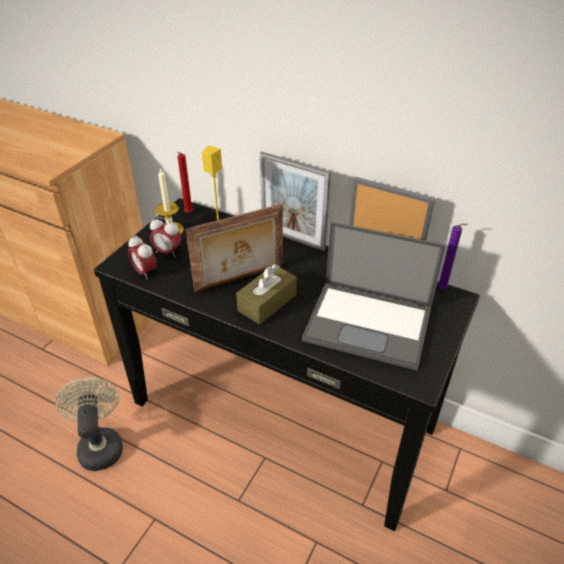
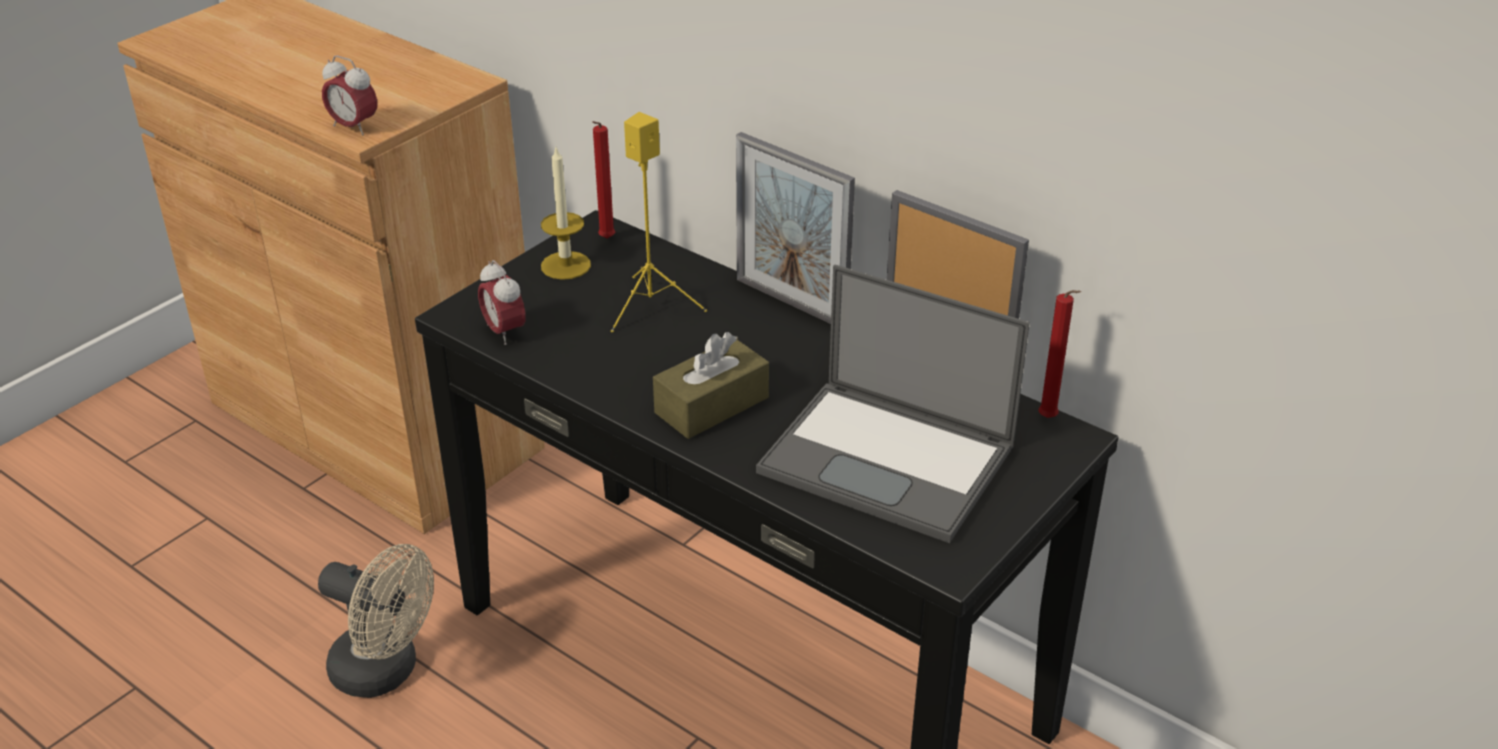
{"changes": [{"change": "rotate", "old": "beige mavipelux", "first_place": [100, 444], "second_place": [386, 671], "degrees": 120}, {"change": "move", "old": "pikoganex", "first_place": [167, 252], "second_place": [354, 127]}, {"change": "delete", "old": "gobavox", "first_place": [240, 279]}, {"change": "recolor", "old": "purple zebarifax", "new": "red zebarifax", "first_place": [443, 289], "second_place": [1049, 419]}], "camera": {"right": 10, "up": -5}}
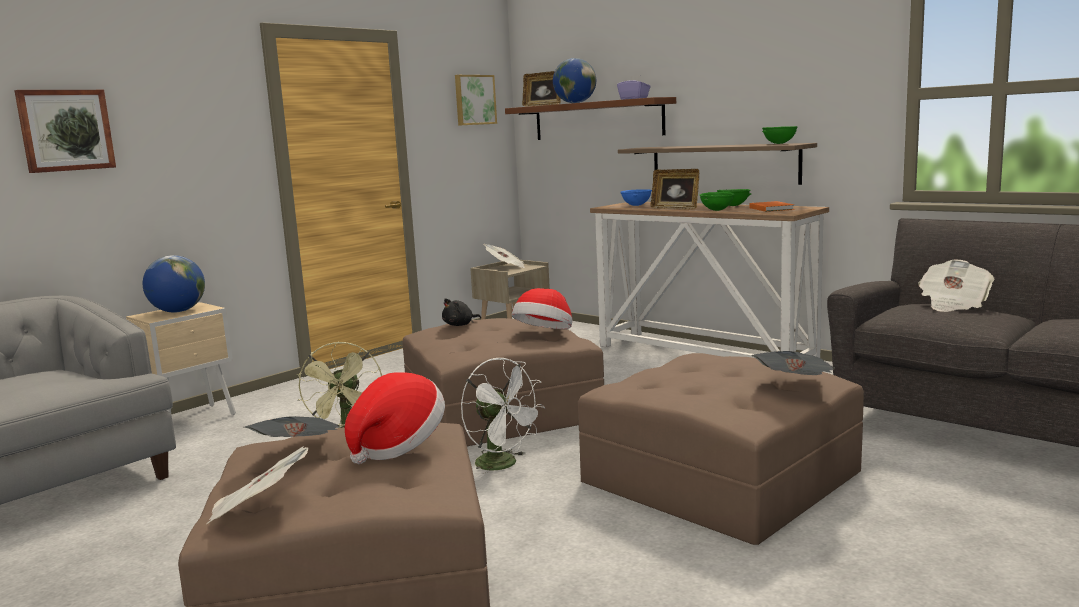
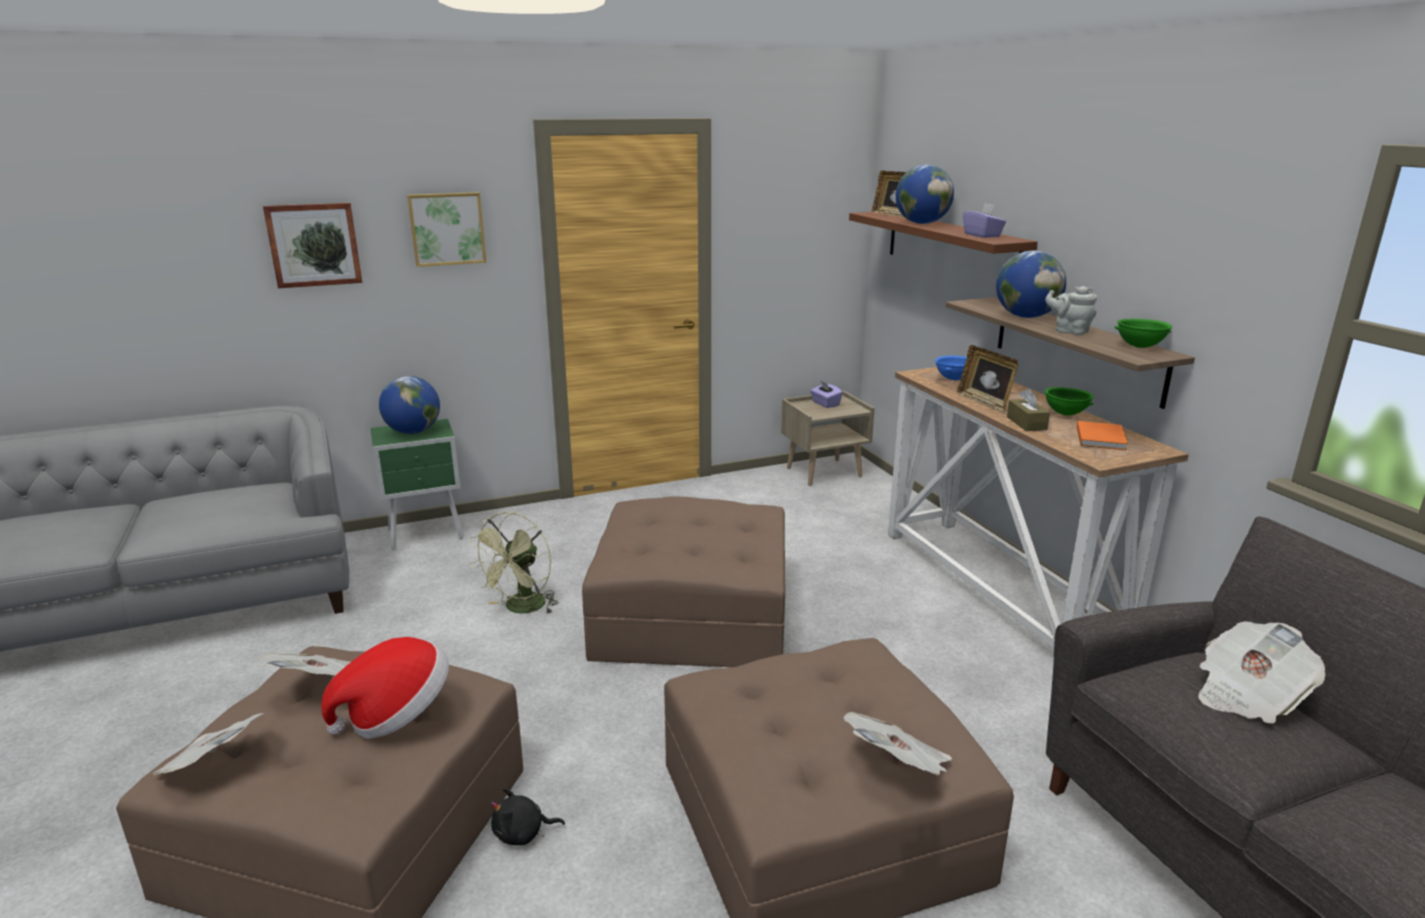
{"changes": [{"change": "recolor", "old": "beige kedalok", "new": "green kedalok", "first_place": [194, 419], "second_place": [427, 534]}, {"change": "move", "old": "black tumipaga", "first_place": [460, 325], "second_place": [523, 834]}, {"change": "move", "old": "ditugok", "first_place": [474, 100], "second_place": [447, 228]}, {"change": "delete", "old": "white mavipelux", "first_place": [503, 465]}, {"change": "replace", "old": "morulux", "new": "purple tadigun", "first_place": [506, 267], "second_place": [825, 404]}, {"change": "delete", "old": "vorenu", "first_place": [544, 334]}, {"change": "replace", "old": "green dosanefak", "new": "brown tadigun", "first_place": [717, 210], "second_place": [1026, 423]}, {"change": "insert", "new": "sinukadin", "second_place": [1026, 317]}, {"change": "insert", "new": "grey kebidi", "second_place": [1069, 331]}], "camera": {"right": 25, "up": 10}}
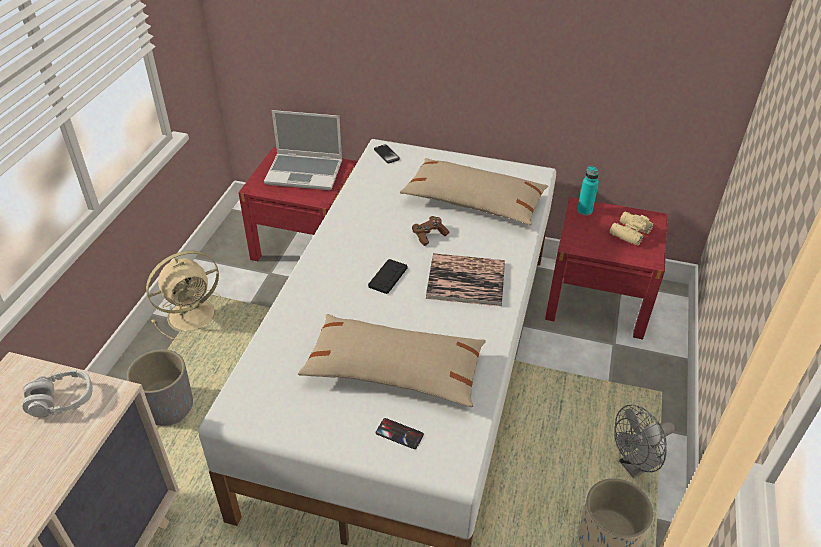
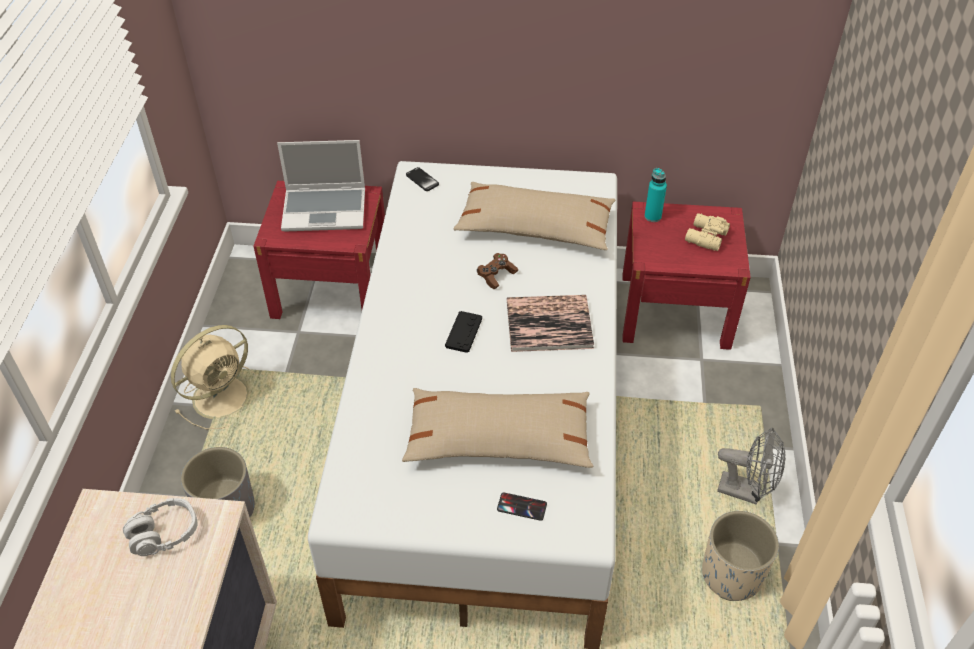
{"changes": [{"change": "rotate", "old": "grey mavipelux", "first_place": [635, 466], "second_place": [746, 491], "degrees": -120}], "camera": {"right": -10, "up": 5}}
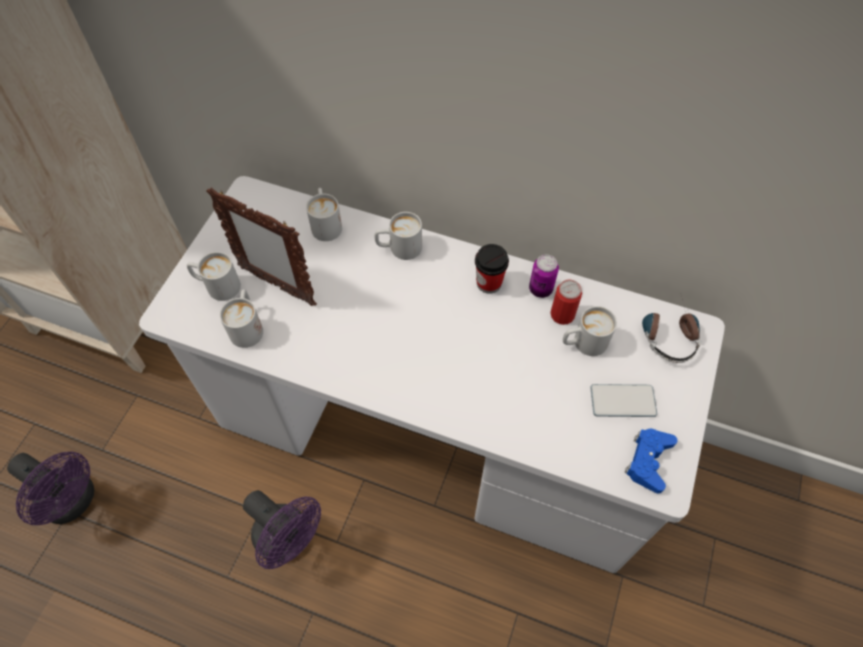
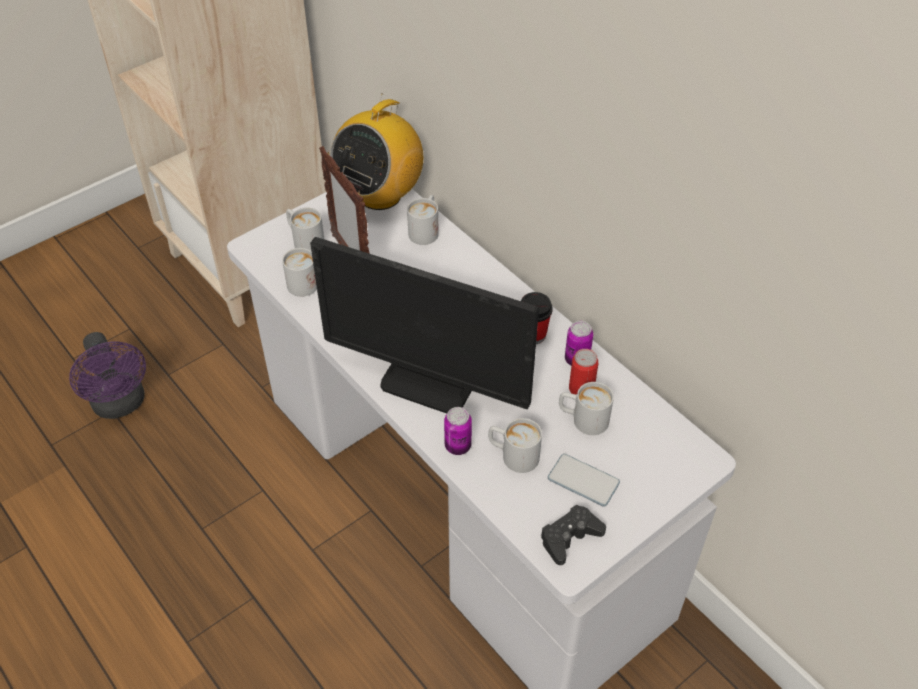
{"changes": [{"change": "delete", "old": "purple mavipelux", "first_place": [289, 540]}, {"change": "move", "old": "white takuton", "first_place": [399, 248], "second_place": [513, 455]}, {"change": "recolor", "old": "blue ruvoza", "new": "black ruvoza", "first_place": [648, 461], "second_place": [570, 537]}, {"change": "delete", "old": "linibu", "first_place": [667, 332]}, {"change": "insert", "new": "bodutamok", "second_place": [429, 382]}, {"change": "insert", "new": "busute", "second_place": [380, 195]}, {"change": "insert", "new": "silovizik", "second_place": [458, 446]}], "camera": {"right": 30, "up": -10}}
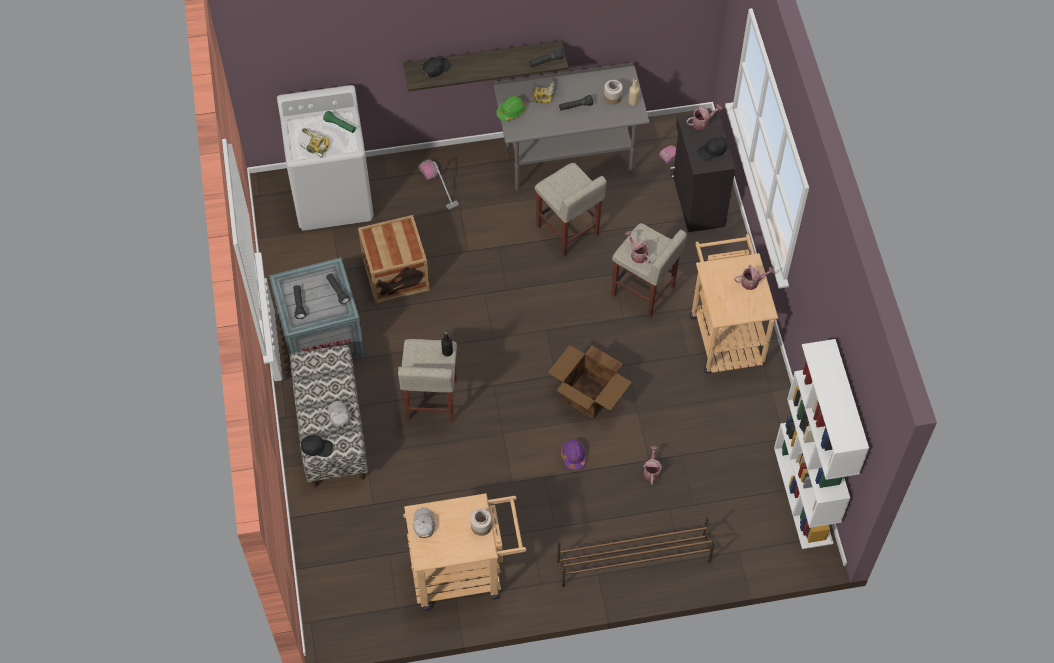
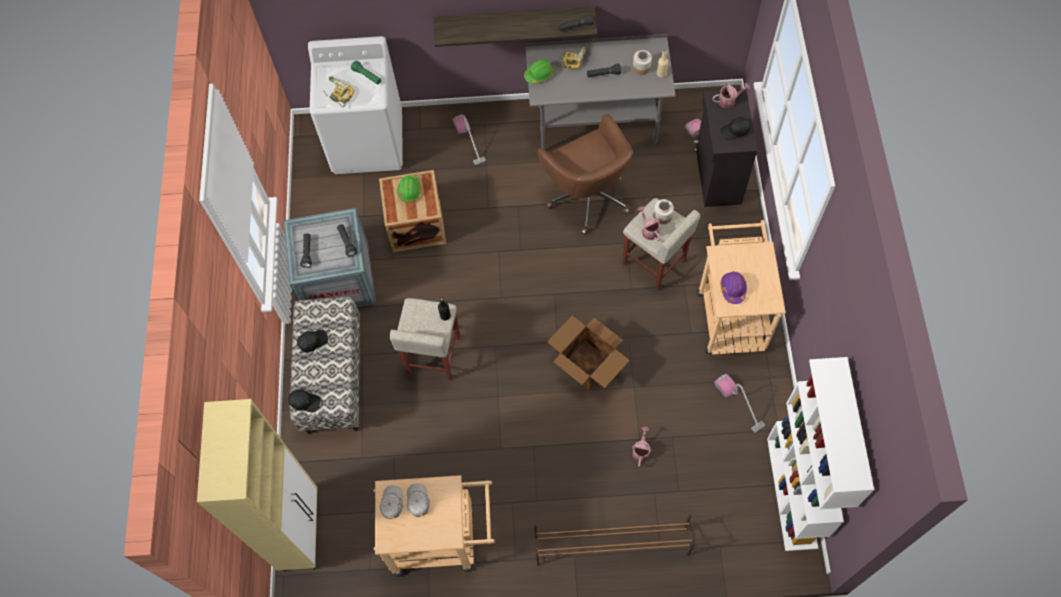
{"changes": [{"change": "move", "old": "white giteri", "first_place": [339, 416], "second_place": [418, 501]}, {"change": "move", "old": "black giteri", "first_place": [436, 68], "second_place": [312, 341]}, {"change": "move", "old": "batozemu", "first_place": [481, 526], "second_place": [662, 216]}, {"change": "replace", "old": "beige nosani", "new": "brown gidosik", "first_place": [568, 231], "second_place": [587, 196]}, {"change": "move", "old": "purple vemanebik", "first_place": [573, 456], "second_place": [733, 289]}, {"change": "delete", "old": "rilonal", "first_place": [752, 282]}, {"change": "insert", "new": "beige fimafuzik", "second_place": [301, 531]}, {"change": "insert", "new": "green vemanebik", "second_place": [409, 191]}, {"change": "insert", "new": "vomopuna", "second_place": [739, 404]}], "camera": {"right": 10, "up": 5}}
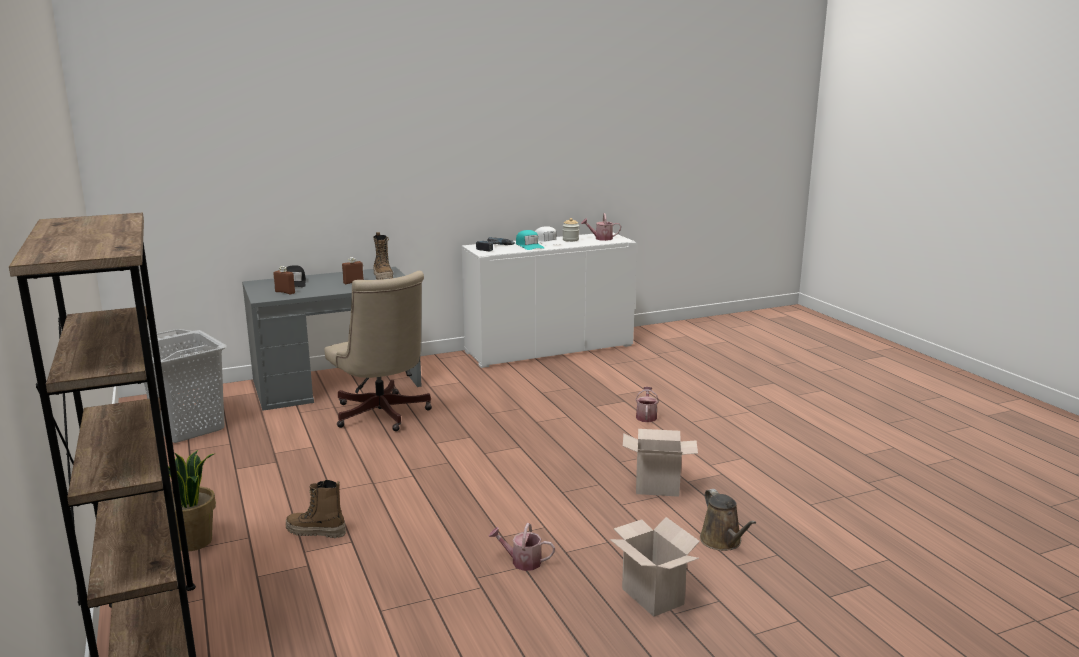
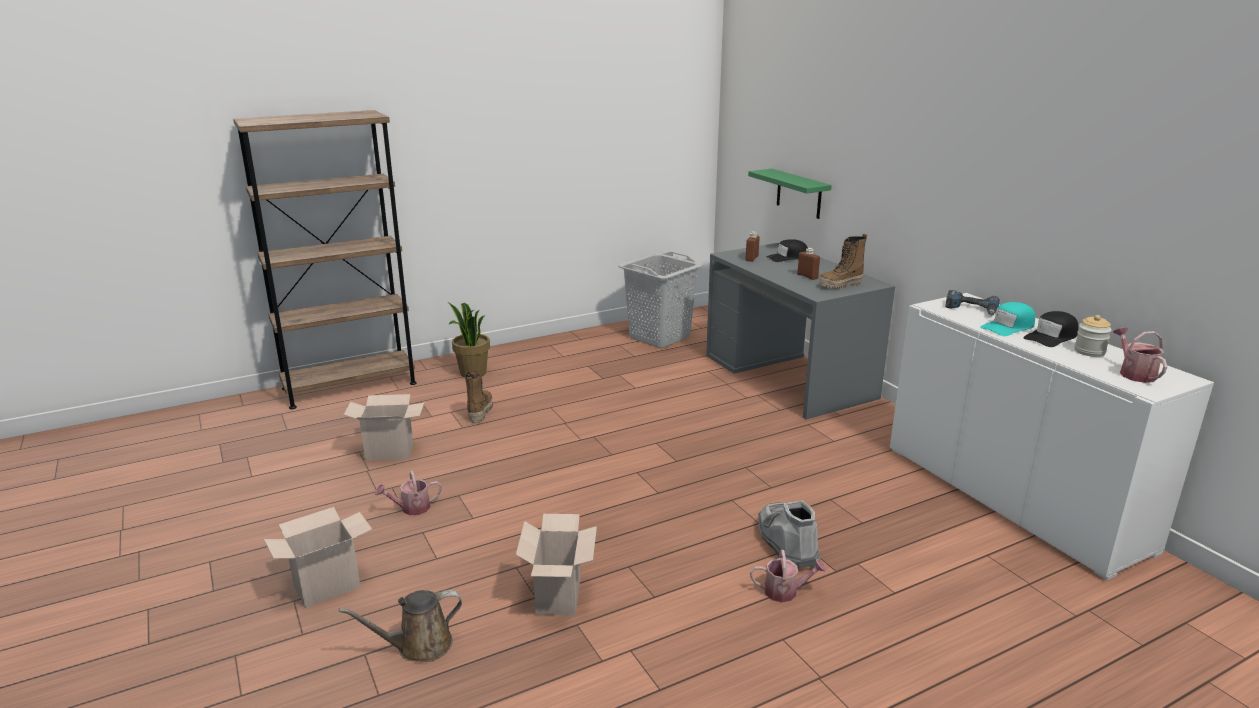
{"changes": [{"change": "delete", "old": "beige gidosik", "first_place": [382, 416]}, {"change": "rotate", "old": "rilonal", "first_place": [522, 562], "second_place": [411, 508], "degrees": -120}, {"change": "recolor", "old": "white giteri", "new": "black giteri", "first_place": [547, 242], "second_place": [1051, 337]}, {"change": "insert", "new": "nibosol", "second_place": [391, 451]}, {"change": "insert", "new": "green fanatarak", "second_place": [799, 194]}, {"change": "insert", "new": "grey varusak", "second_place": [786, 544]}], "camera": {"right": 85, "up": 5}}
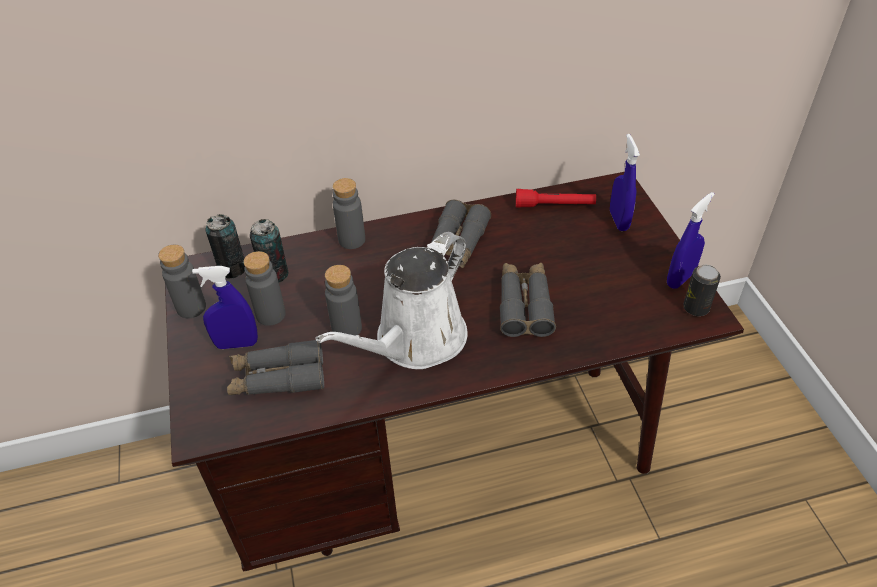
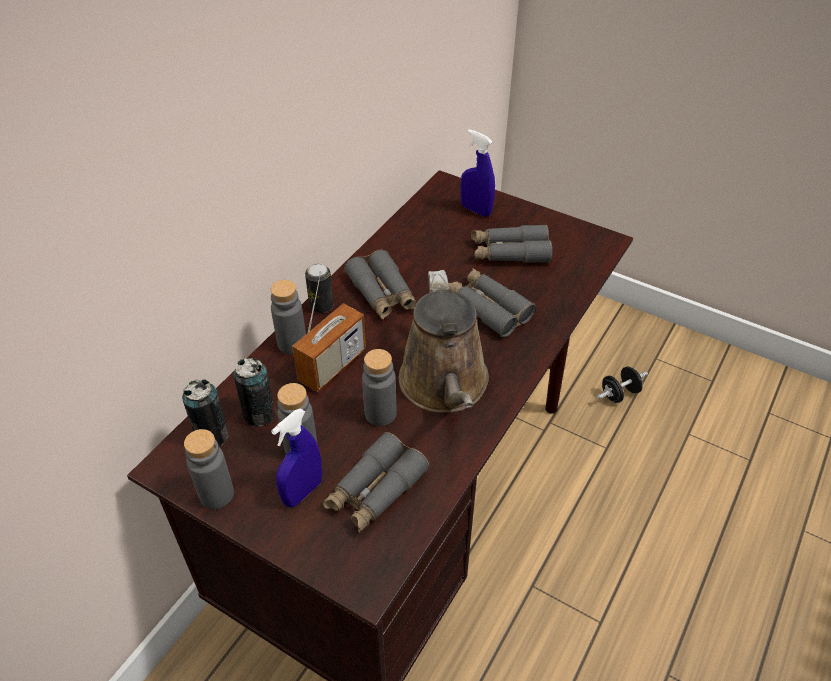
{"changes": [{"change": "recolor", "old": "white rilonal", "new": "brown rilonal", "first_place": [415, 341], "second_place": [445, 386]}, {"change": "delete", "old": "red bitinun", "first_place": [554, 205]}, {"change": "delete", "old": "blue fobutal", "first_place": [680, 278]}, {"change": "move", "old": "silovizik", "first_place": [696, 308], "second_place": [321, 306]}, {"change": "insert", "new": "busute", "second_place": [332, 366]}, {"change": "insert", "new": "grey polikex", "second_place": [509, 252]}, {"change": "insert", "new": "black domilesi", "second_place": [619, 393]}], "camera": {"right": -45, "up": 0}}
